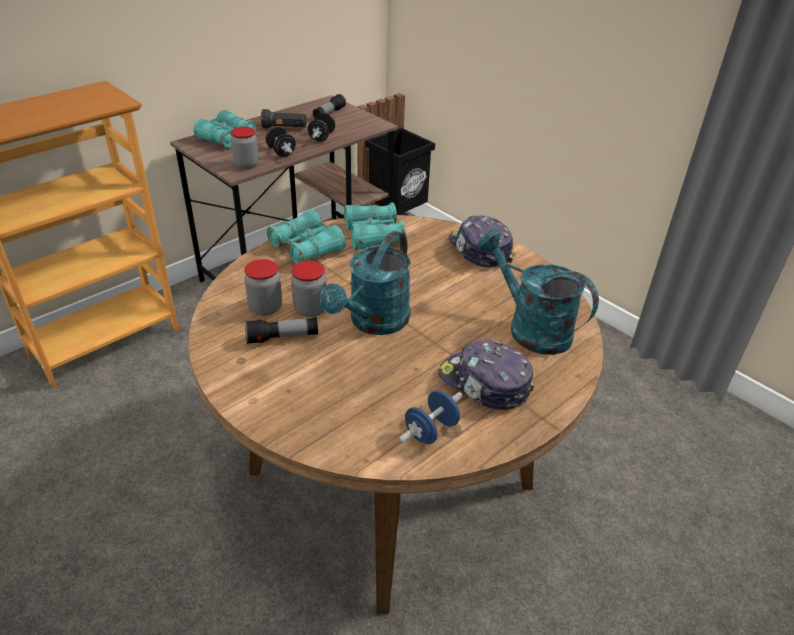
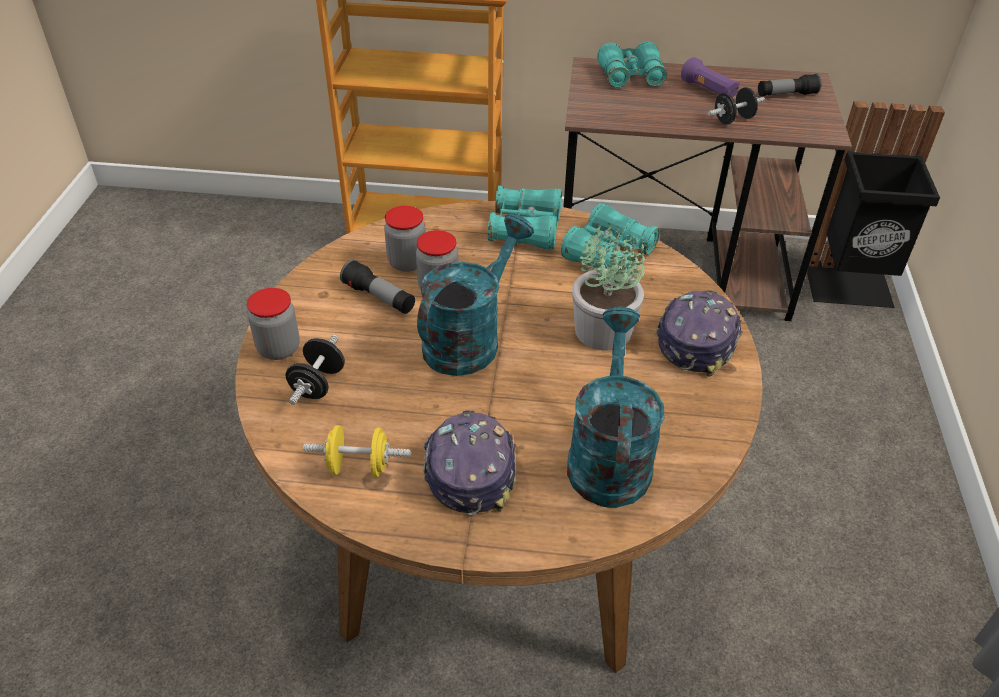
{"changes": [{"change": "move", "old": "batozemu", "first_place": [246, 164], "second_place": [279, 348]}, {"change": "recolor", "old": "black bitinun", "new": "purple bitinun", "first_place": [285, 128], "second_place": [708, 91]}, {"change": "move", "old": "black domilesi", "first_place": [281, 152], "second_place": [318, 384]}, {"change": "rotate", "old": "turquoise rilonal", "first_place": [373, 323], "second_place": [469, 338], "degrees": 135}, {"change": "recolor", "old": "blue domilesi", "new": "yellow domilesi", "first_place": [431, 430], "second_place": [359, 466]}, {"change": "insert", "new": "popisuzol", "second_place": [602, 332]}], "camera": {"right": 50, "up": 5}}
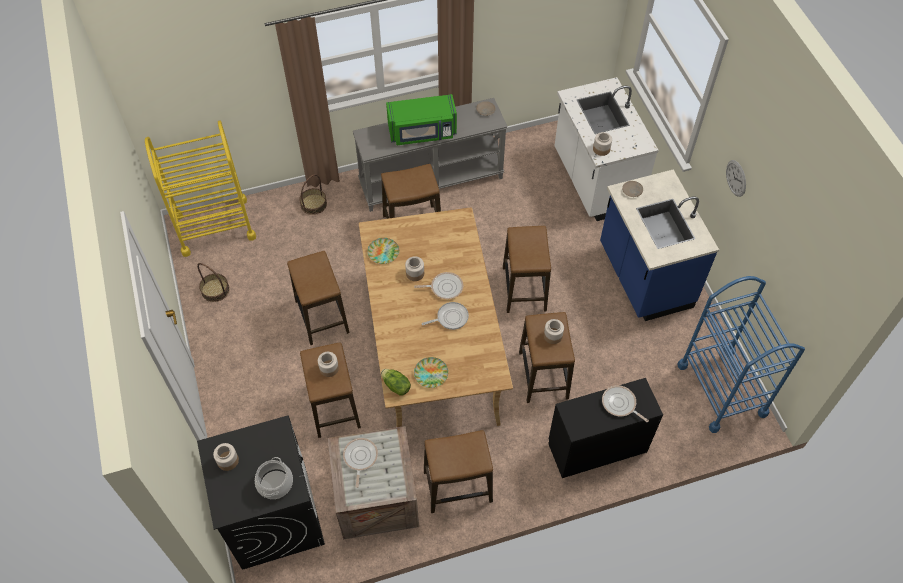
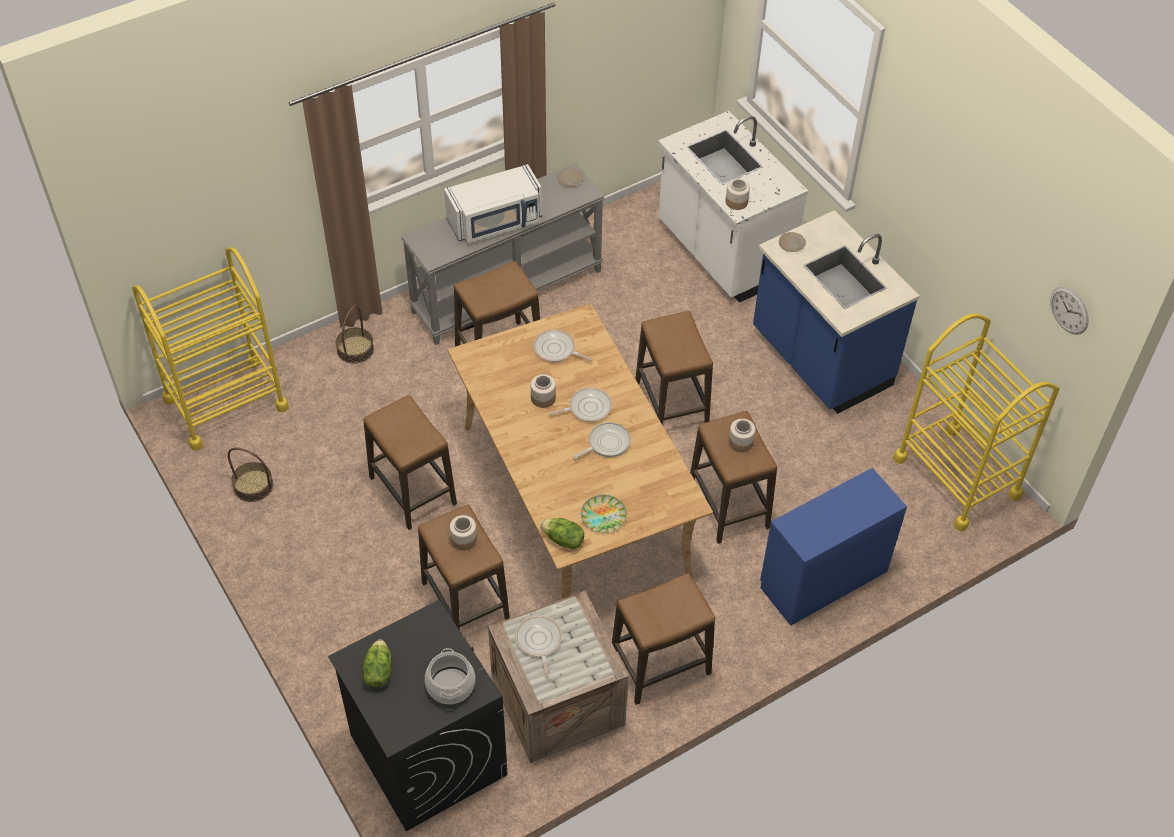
{"changes": [{"change": "replace", "old": "batozemu", "new": "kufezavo", "first_place": [227, 461], "second_place": [378, 671]}, {"change": "delete", "old": "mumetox", "first_place": [383, 252]}, {"change": "recolor", "old": "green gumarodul", "new": "white gumarodul", "first_place": [422, 132], "second_place": [495, 222]}, {"change": "recolor", "old": "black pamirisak", "new": "blue pamirisak", "first_place": [596, 446], "second_place": [822, 578]}, {"change": "move", "old": "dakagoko", "first_place": [620, 404], "second_place": [556, 350]}, {"change": "recolor", "old": "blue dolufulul", "new": "yellow dolufulul", "first_place": [721, 389], "second_place": [956, 477]}, {"change": "move", "old": "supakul", "first_place": [736, 178], "second_place": [1069, 310]}], "camera": {"right": -15, "up": -5}}
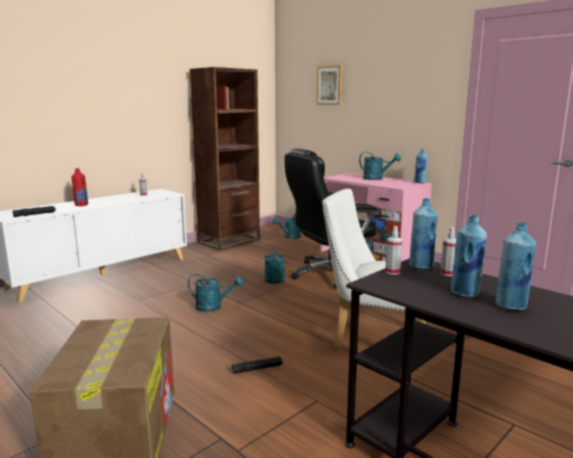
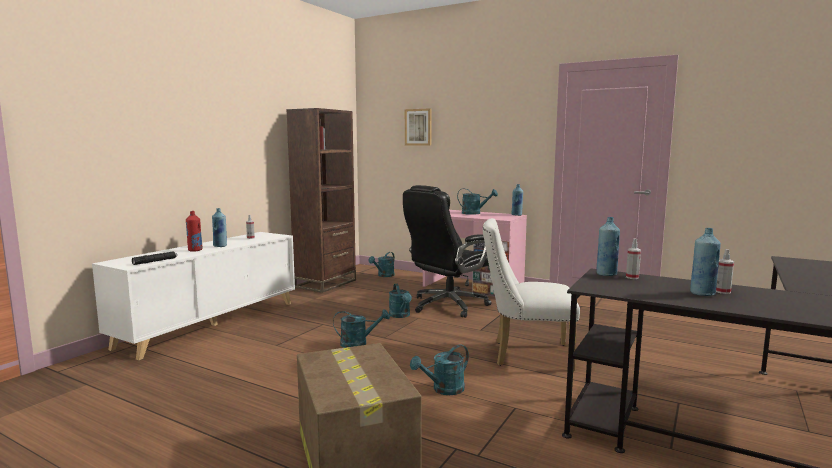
{"changes": [{"change": "replace", "old": "black bitinun", "new": "turquoise rilonal", "first_place": [257, 369], "second_place": [443, 390]}, {"change": "move", "old": "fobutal", "first_place": [392, 272], "second_place": [722, 292]}, {"change": "move", "old": "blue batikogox", "first_place": [465, 293], "second_place": [220, 246]}], "camera": {"right": -15, "up": -5}}
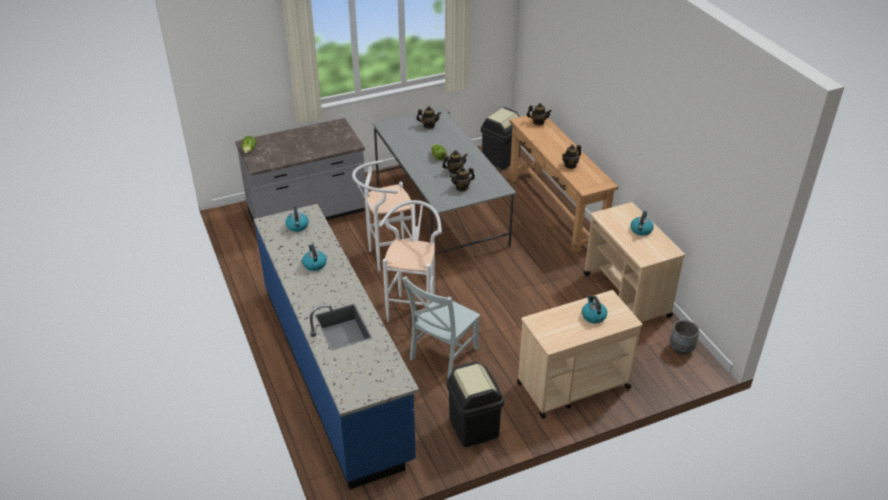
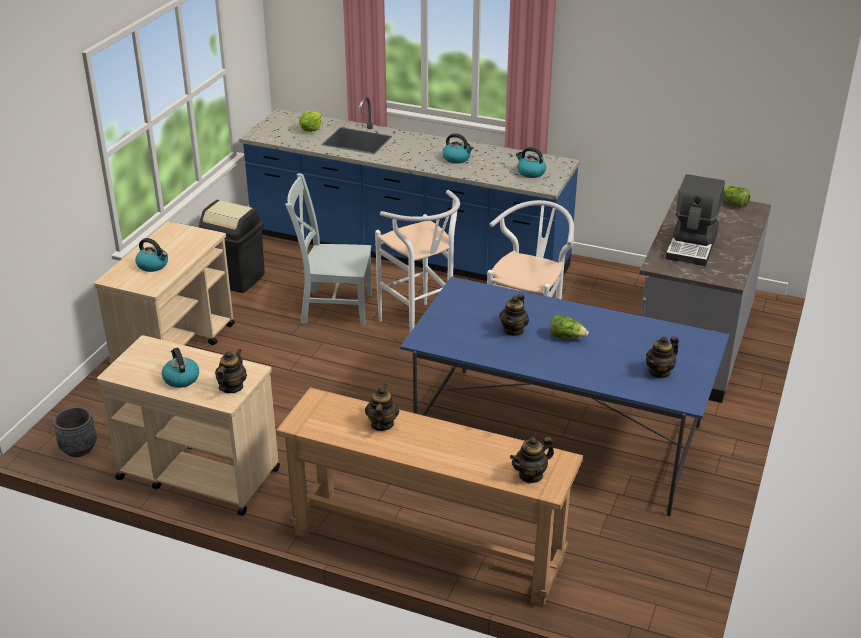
{"changes": [{"change": "recolor", "old": "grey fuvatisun", "new": "blue fuvatisun", "first_place": [440, 214], "second_place": [558, 438]}, {"change": "rotate", "old": "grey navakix", "first_place": [442, 355], "second_place": [333, 307], "degrees": -75}, {"change": "move", "old": "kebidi", "first_place": [462, 188], "second_place": [232, 387]}, {"change": "delete", "old": "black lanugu", "first_place": [500, 159]}, {"change": "insert", "new": "kufezavo", "second_place": [311, 129]}, {"change": "insert", "new": "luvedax", "second_place": [692, 246]}], "camera": {"right": 135, "up": -5}}
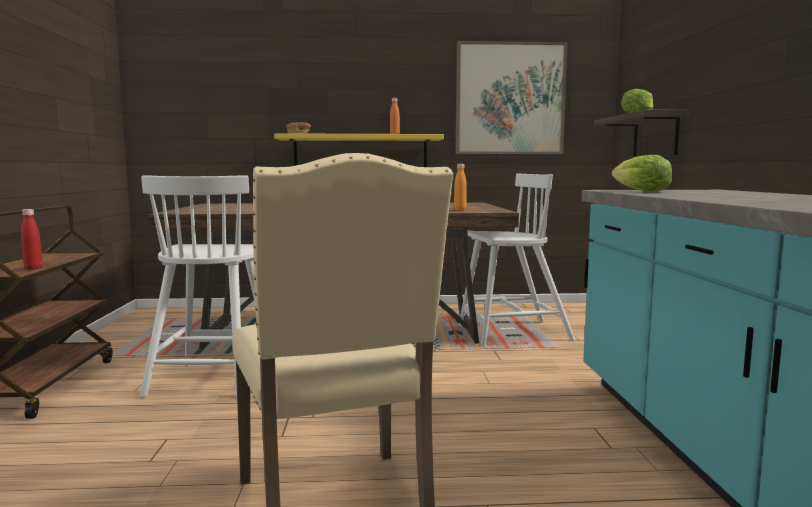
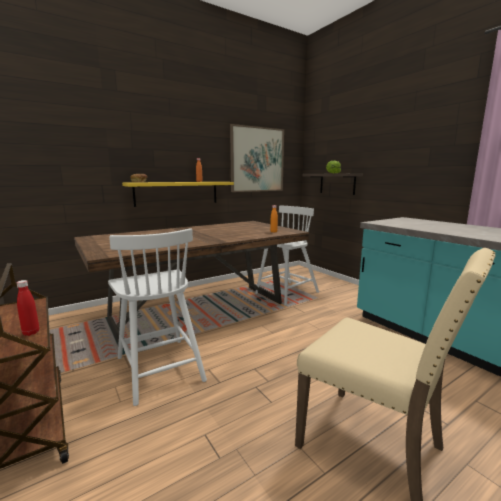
{"changes": [{"change": "delete", "old": "kufezavo", "first_place": [641, 191]}], "camera": {"right": -30, "up": 5}}
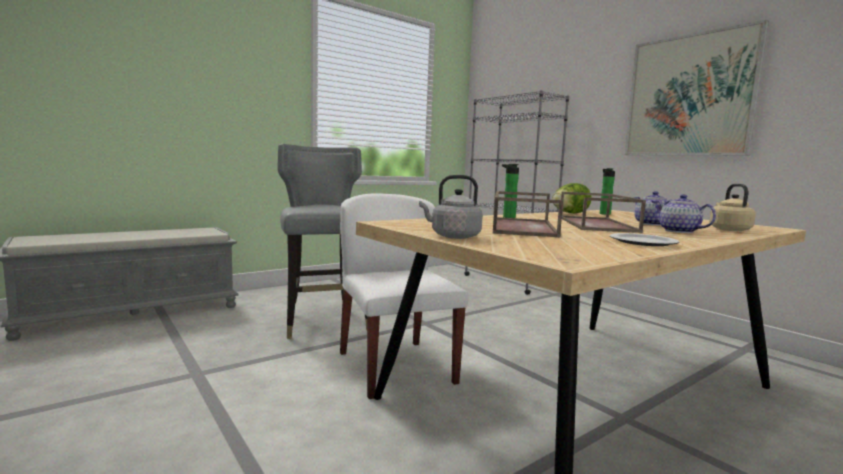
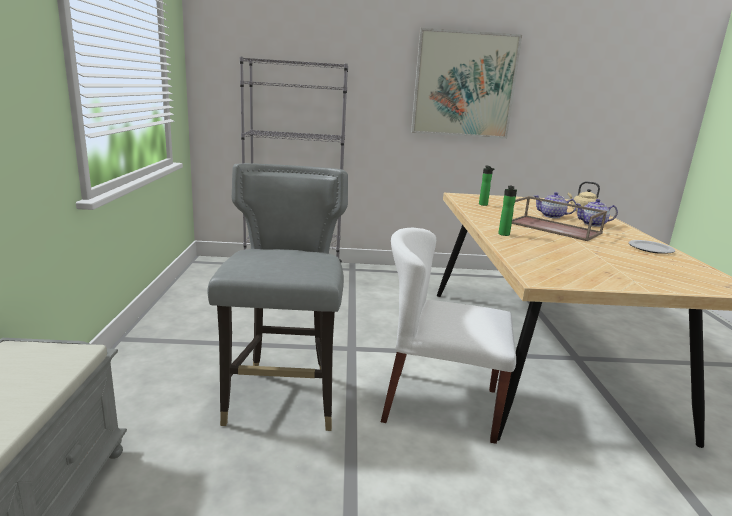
{"changes": [{"change": "rotate", "old": "grey navakix", "first_place": [325, 323], "second_place": [283, 401], "degrees": 75}, {"change": "delete", "old": "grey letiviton", "first_place": [453, 236]}, {"change": "delete", "old": "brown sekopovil", "first_place": [521, 227]}, {"change": "delete", "old": "kufezavo", "first_place": [569, 213]}], "camera": {"right": -55, "up": 10}}
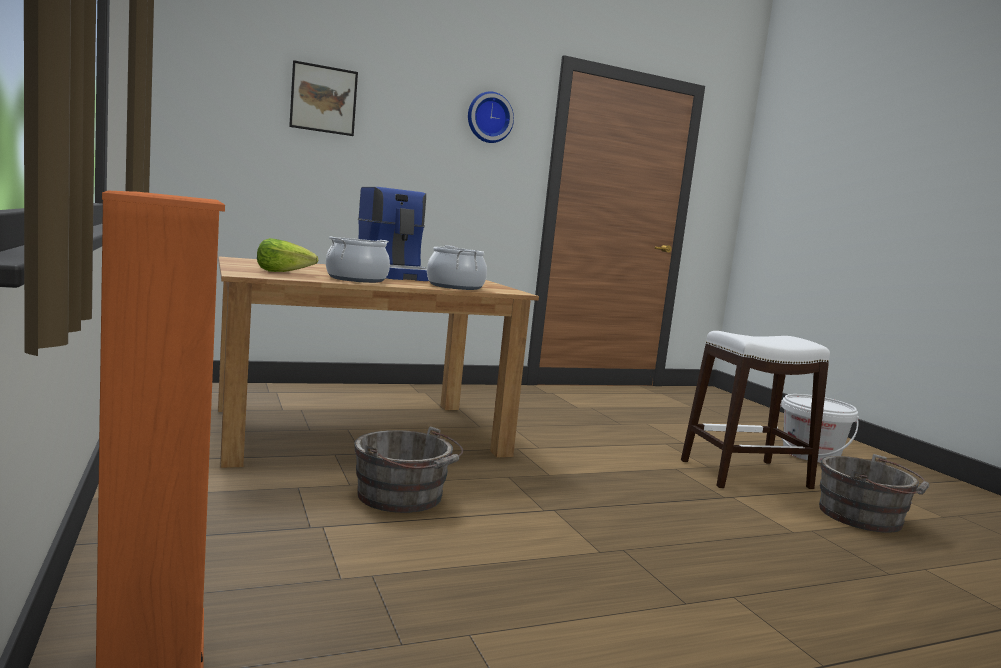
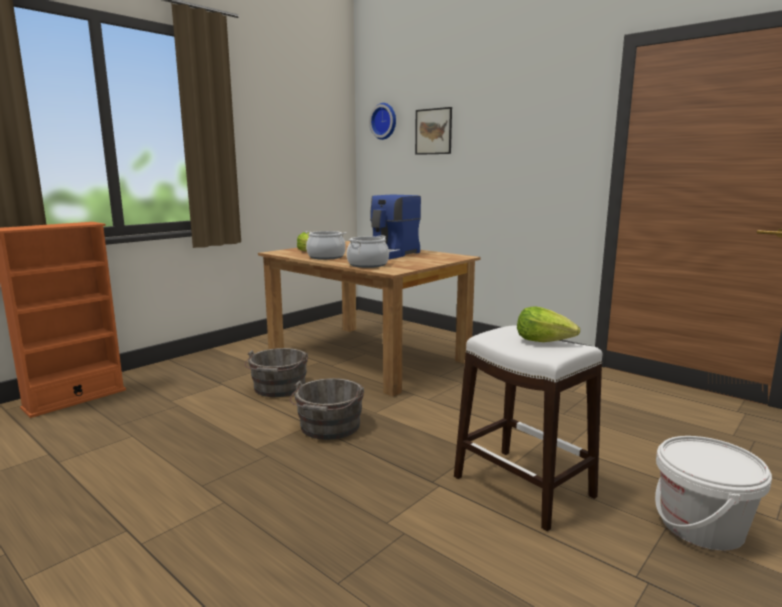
{"changes": [{"change": "move", "old": "supakul", "first_place": [489, 117], "second_place": [384, 121]}, {"change": "move", "old": "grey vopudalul", "first_place": [865, 518], "second_place": [329, 427]}, {"change": "insert", "new": "kufezavo", "second_place": [544, 341]}], "camera": {"right": 65, "up": 5}}
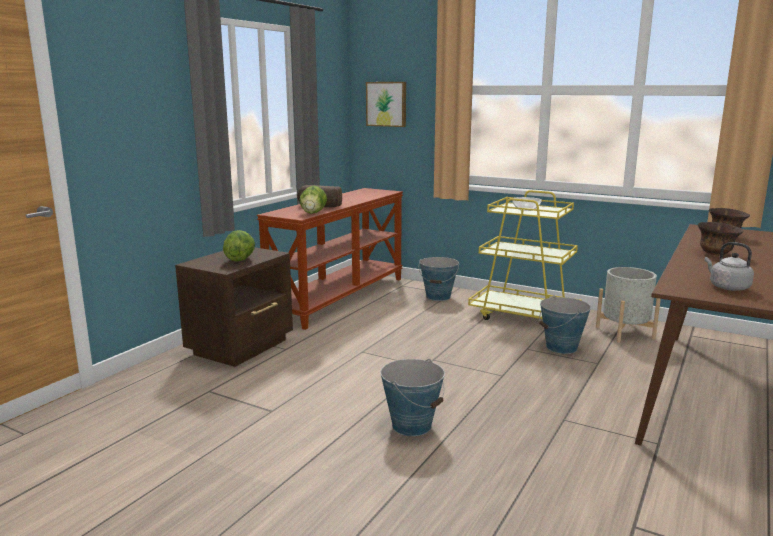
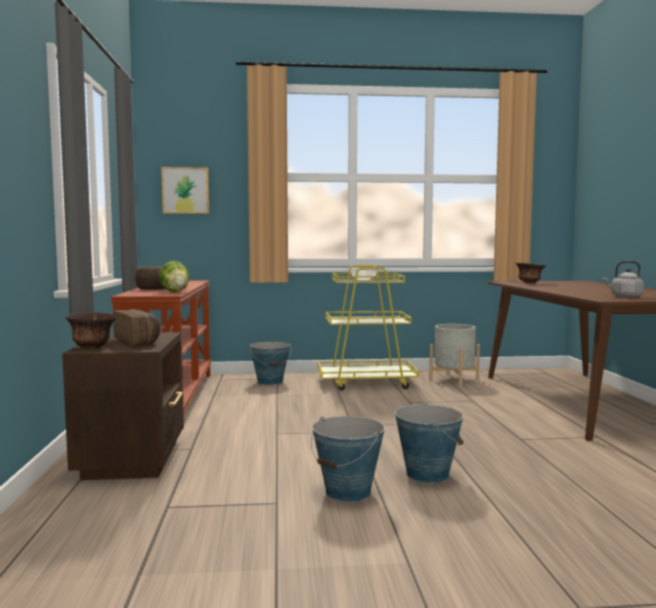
{"changes": [{"change": "replace", "old": "kufezavo", "new": "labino", "first_place": [240, 259], "second_place": [139, 341]}, {"change": "move", "old": "vopudalul", "first_place": [561, 347], "second_place": [348, 492]}, {"change": "move", "old": "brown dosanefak", "first_place": [716, 254], "second_place": [92, 347]}], "camera": {"right": -35, "up": -10}}
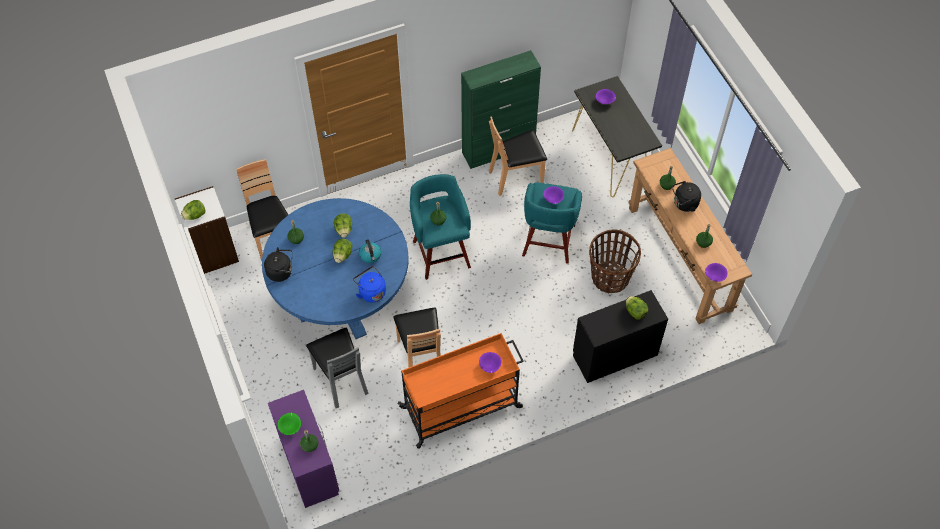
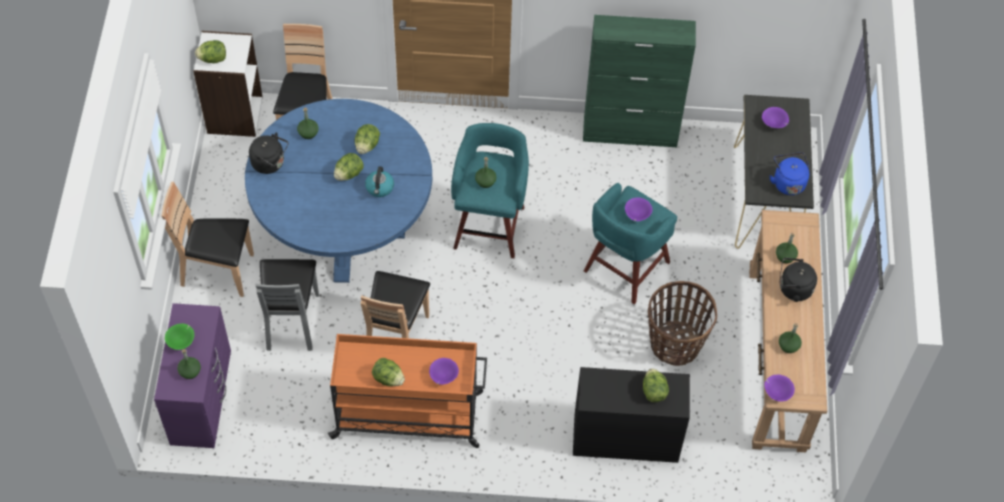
{"changes": [{"change": "move", "old": "blue letiviton", "first_place": [371, 291], "second_place": [788, 182]}, {"change": "move", "old": "brown navakix", "first_place": [516, 177], "second_place": [218, 271]}, {"change": "insert", "new": "kufezavo", "second_place": [388, 378]}], "camera": {"right": 25, "up": 0}}
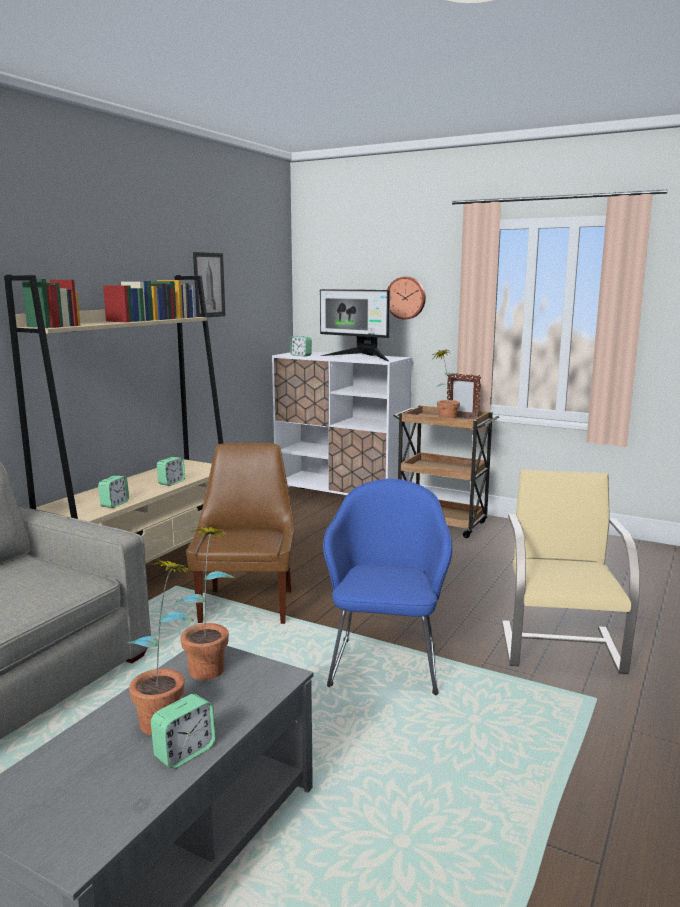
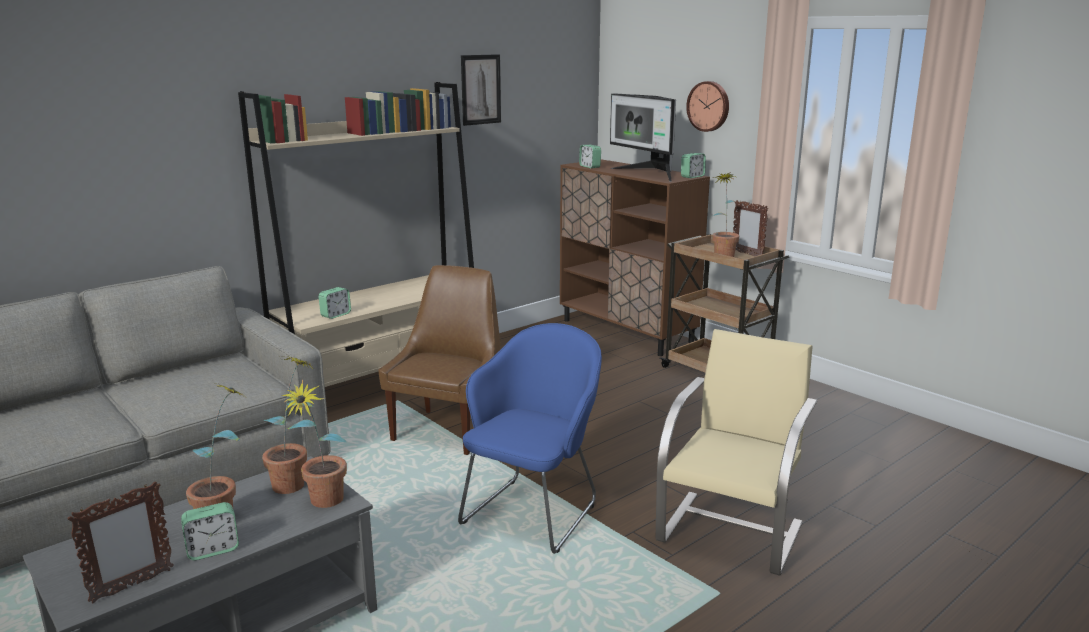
{"changes": [{"change": "move", "old": "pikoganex", "first_place": [171, 483], "second_place": [692, 176]}, {"change": "recolor", "old": "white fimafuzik", "new": "brown fimafuzik", "first_place": [341, 501], "second_place": [627, 332]}, {"change": "insert", "new": "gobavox", "second_place": [131, 586]}, {"change": "insert", "new": "popisuzol", "second_place": [322, 504]}], "camera": {"right": 20, "up": 5}}
